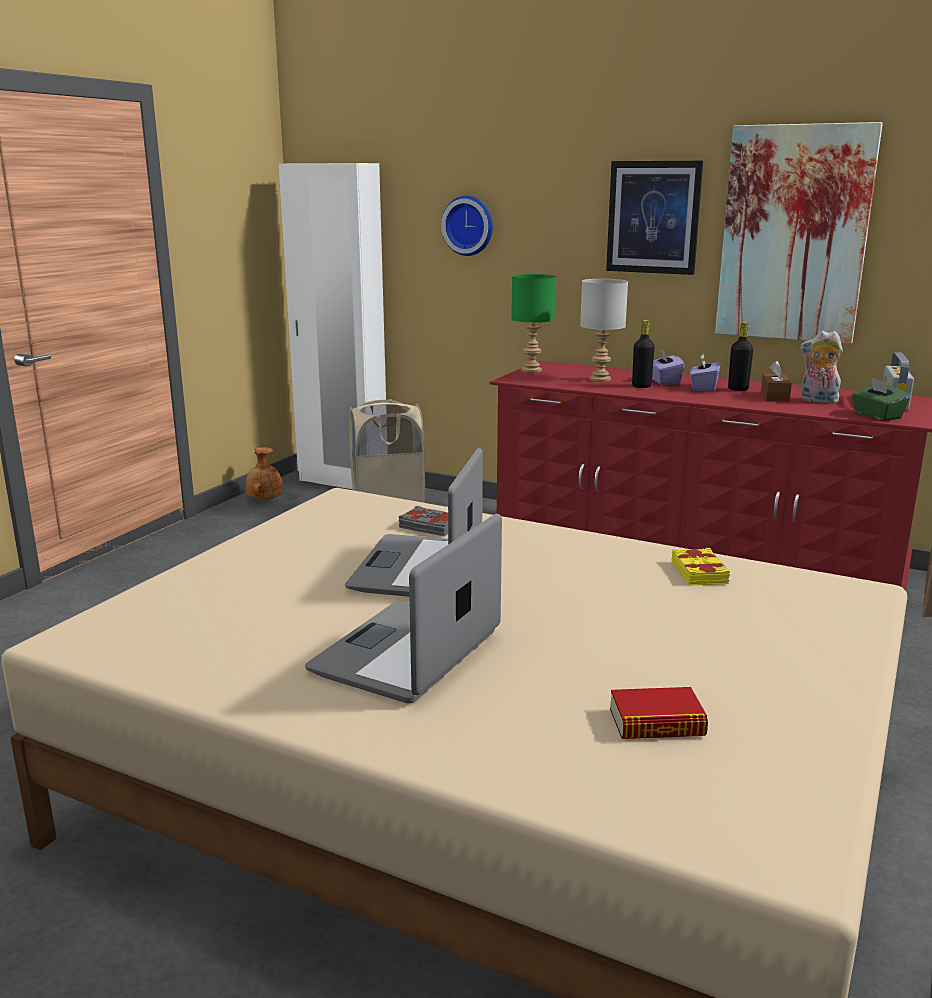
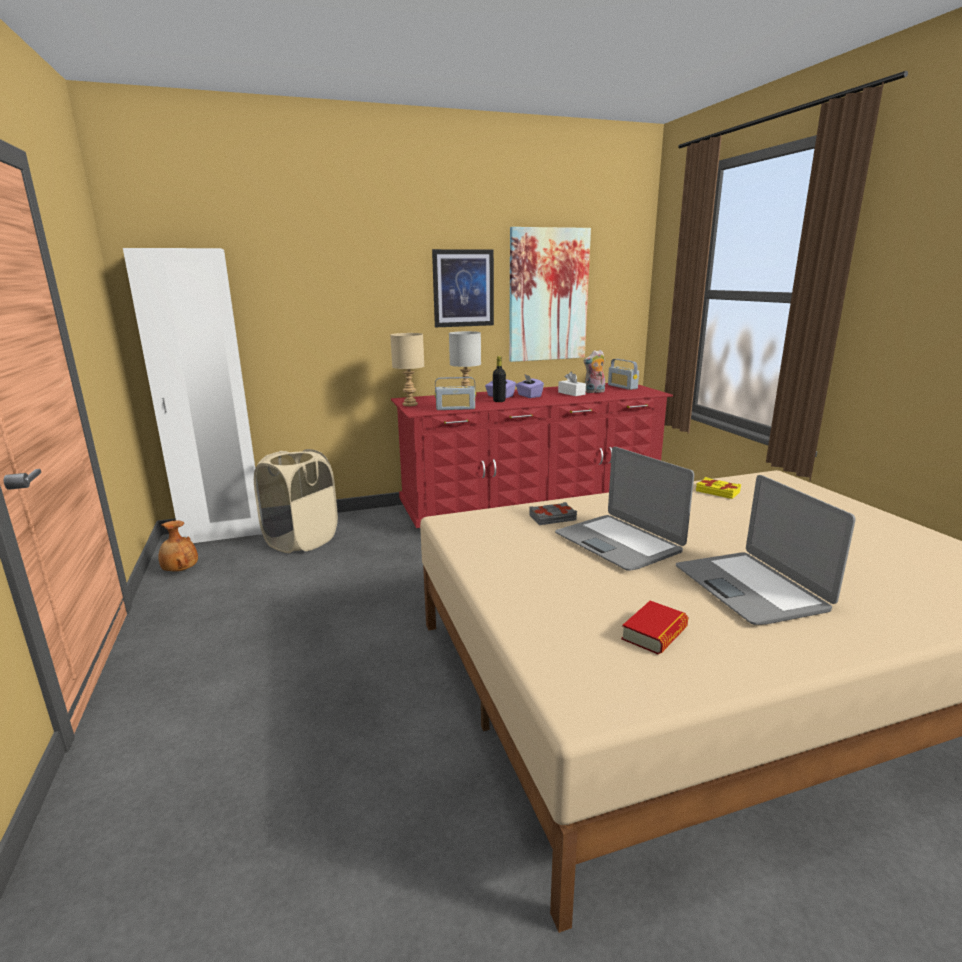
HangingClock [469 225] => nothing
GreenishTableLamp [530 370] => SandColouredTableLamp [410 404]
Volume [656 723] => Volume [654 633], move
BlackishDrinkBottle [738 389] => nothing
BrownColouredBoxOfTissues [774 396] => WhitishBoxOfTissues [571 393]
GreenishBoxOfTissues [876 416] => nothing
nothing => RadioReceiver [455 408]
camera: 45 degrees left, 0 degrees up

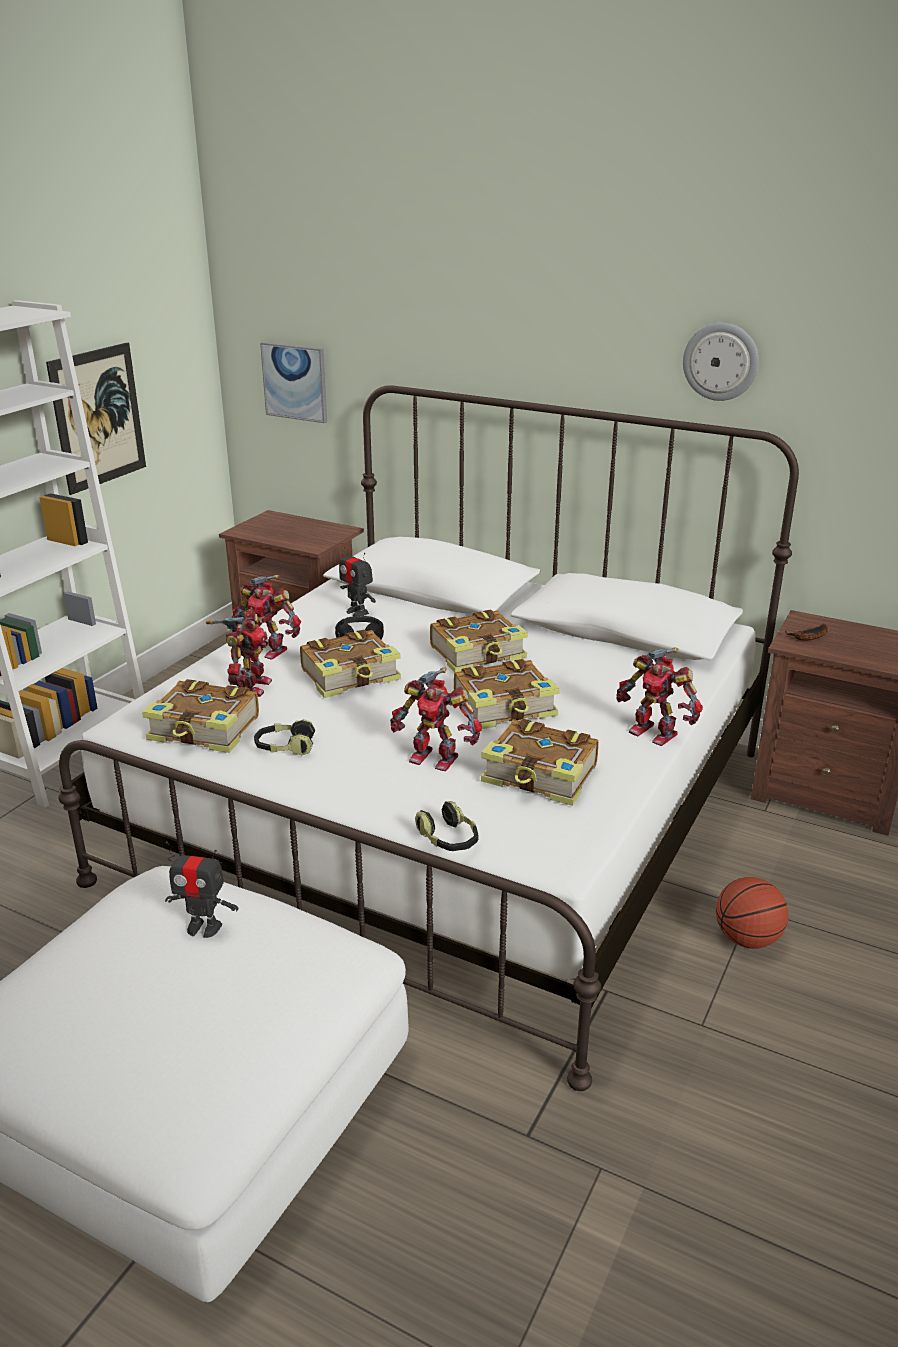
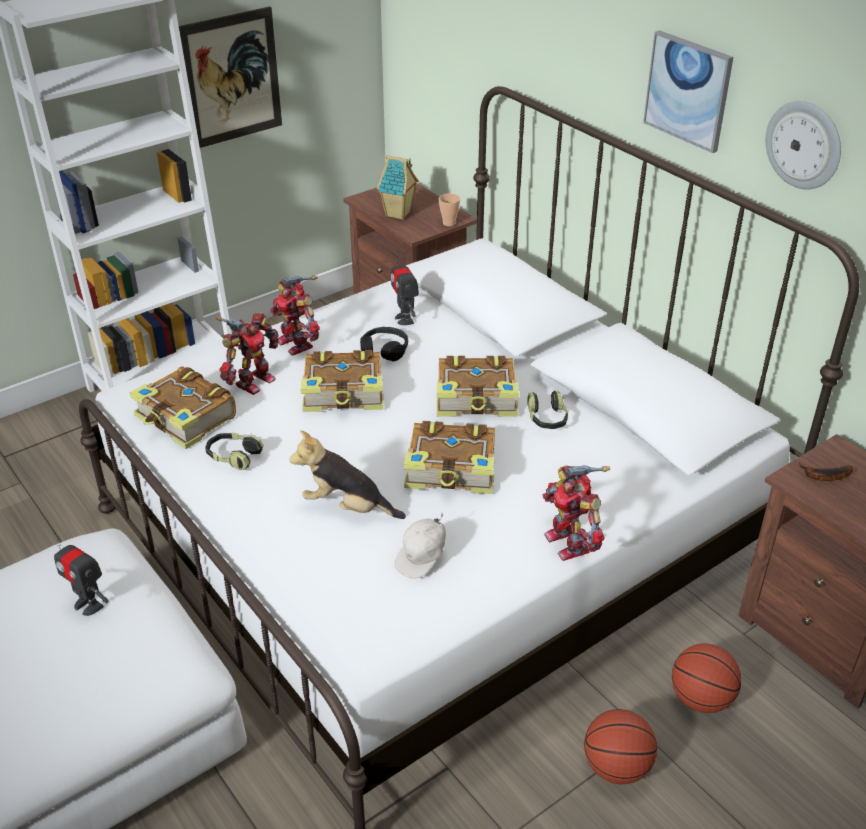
Picture [295 382] => Picture [688 90], move
ToyRobot [435 757] => CuddlyToy [347 507]
Headset [449 839] => Headset [547 419], move
Volume [541 776] => WhitishCap [422 558]
nothing => ModelHouse [399 214]
nothing => DrinkingCup [449 223]
nothing => Basketball [701 699]
camera: 25 degrees right, 10 degrees up

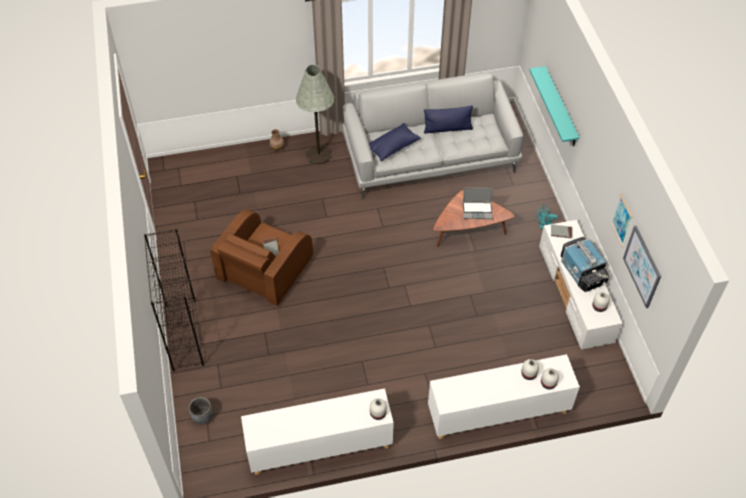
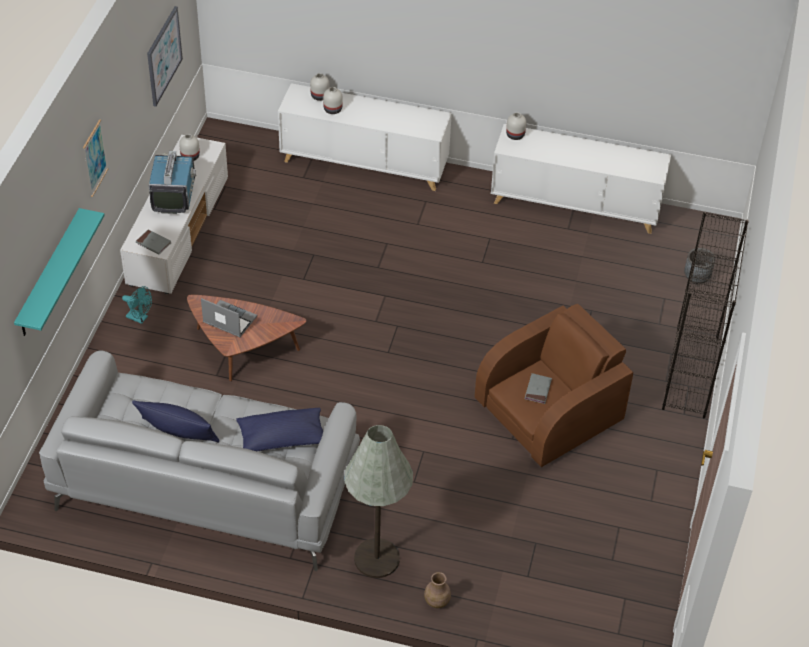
Picture [622 220] => Picture [95 158], move
camera: 155 degrees left, 5 degrees down

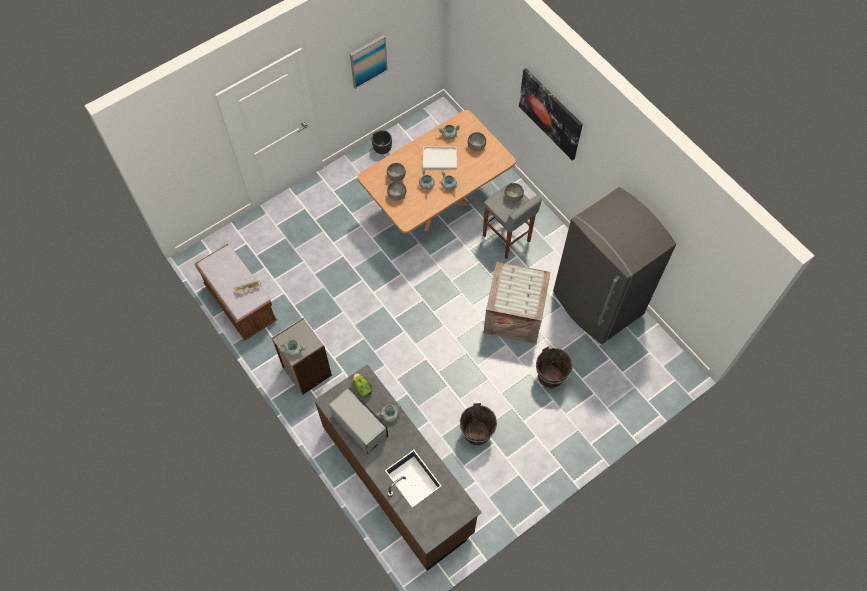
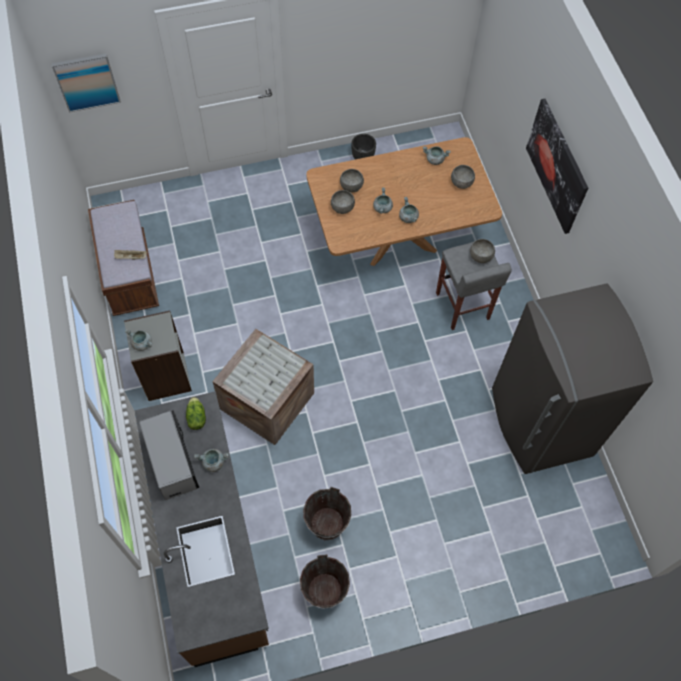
Picture [368 61] => Picture [87 82], move
WhitishTray [439 159] => nothing
Crate [513 315] => Crate [265 401], move
BrownColouredPail [550 377] => BrownColouredPail [324 590], move
camera: 20 degrees right, 0 degrees up

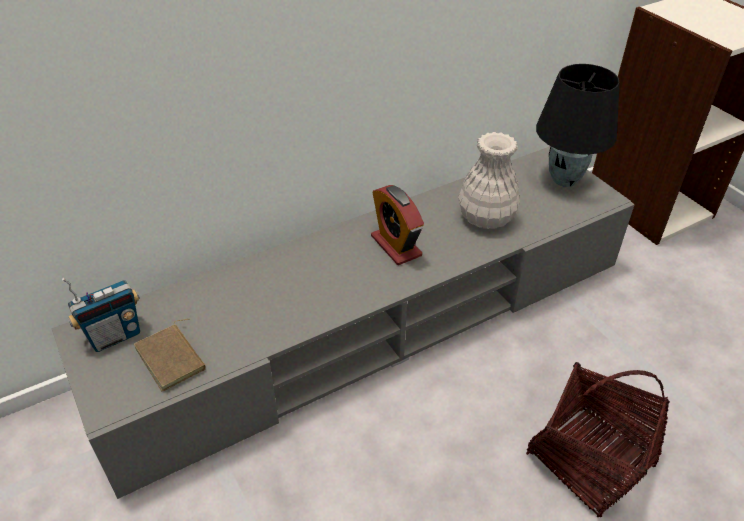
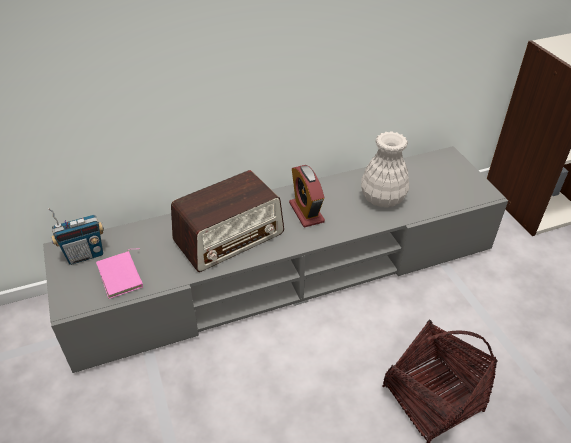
BrownColouredVolume [173 358] => PinkishVolume [122 276]
BlackishTableLamp [565 180] => nothing
nothing => RadioReceiver [229 237]
camera: 10 degrees right, 0 degrees up

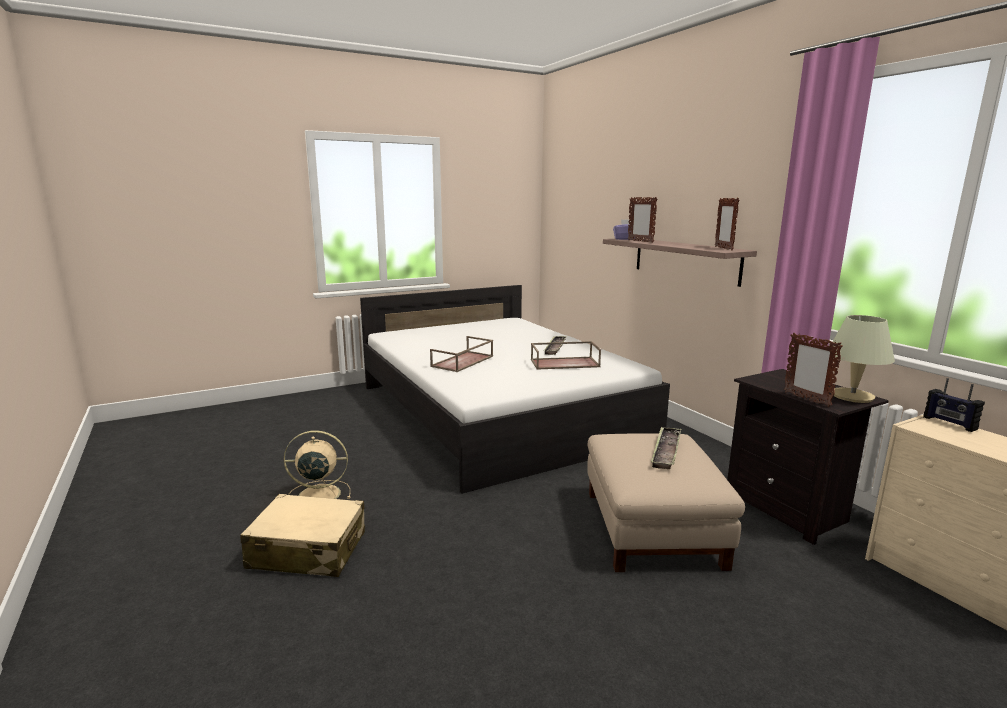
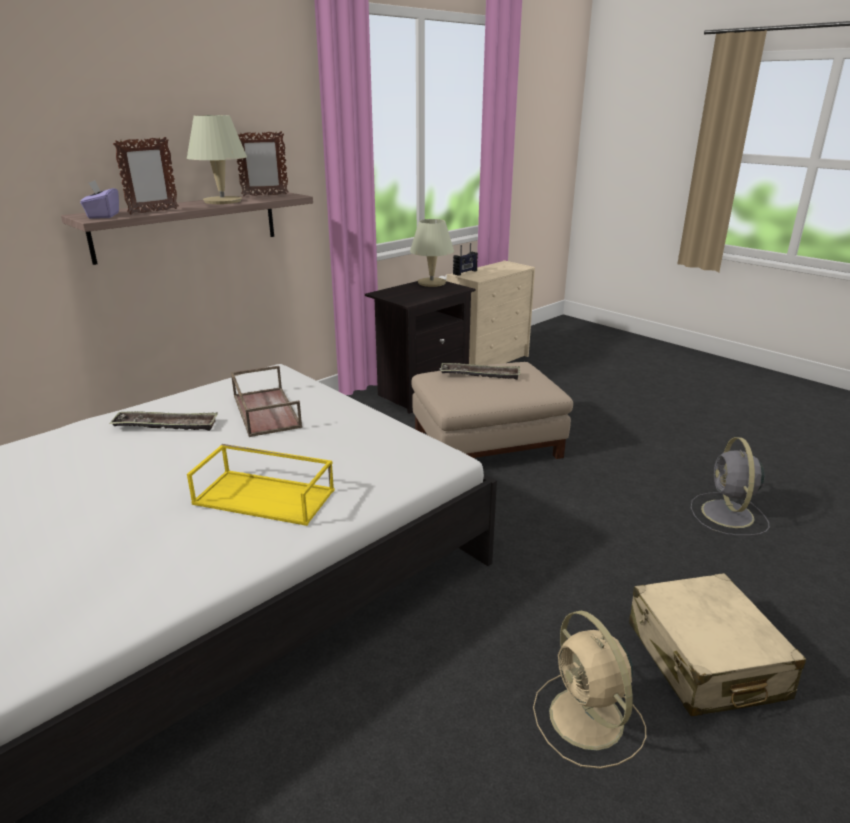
BrownColouredTray [463 361] => YellowTray [266 496]
StandingFrame [806 399] => nothing
nothing => SandColouredTableLamp [222 201]
nothing => GrayCoolingFan [728 515]
camera: 105 degrees left, 10 degrees up

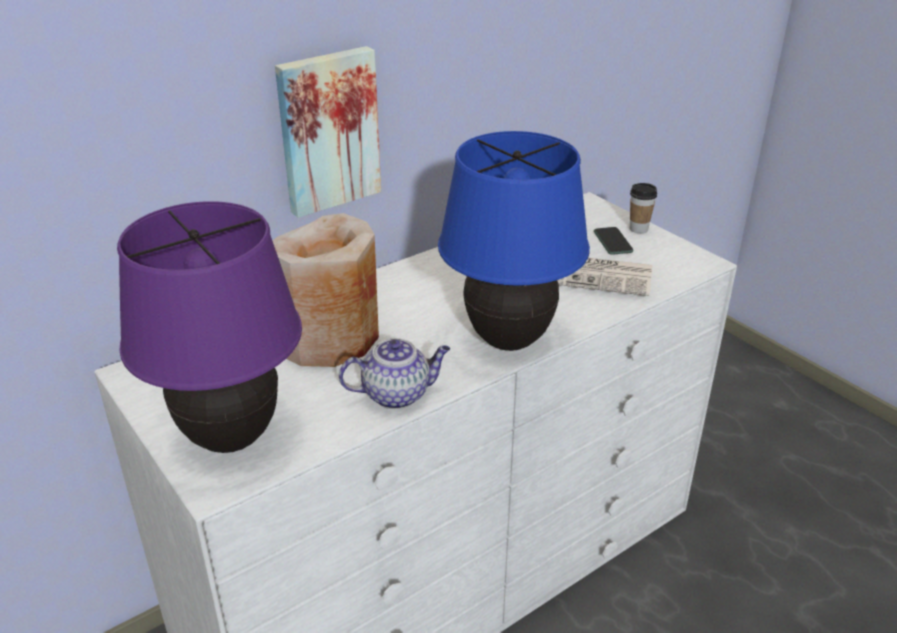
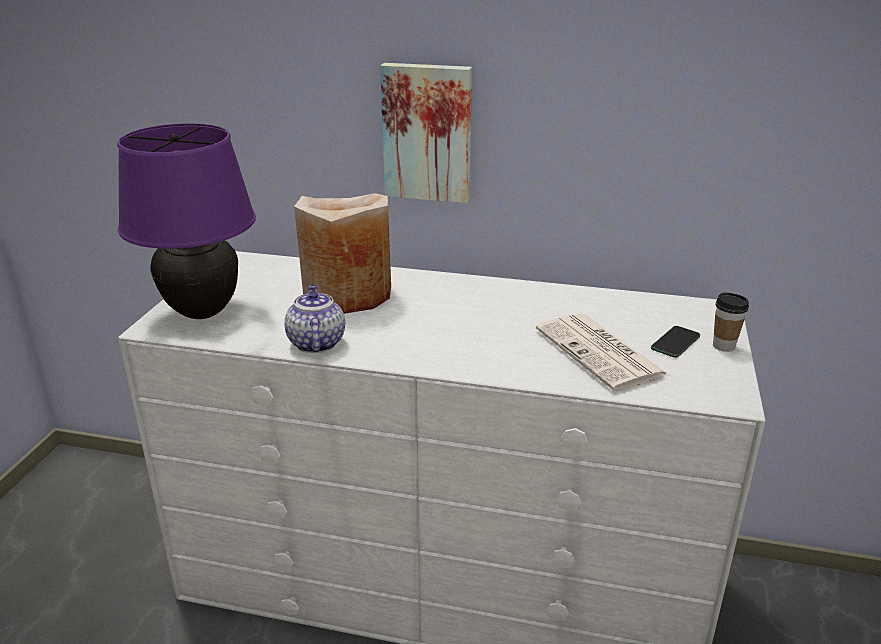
Teapot [397 394] => Teapot [315 342], 135 degrees counterclockwise
BluishTableLamp [508 341] => nothing
camera: 50 degrees right, 5 degrees down

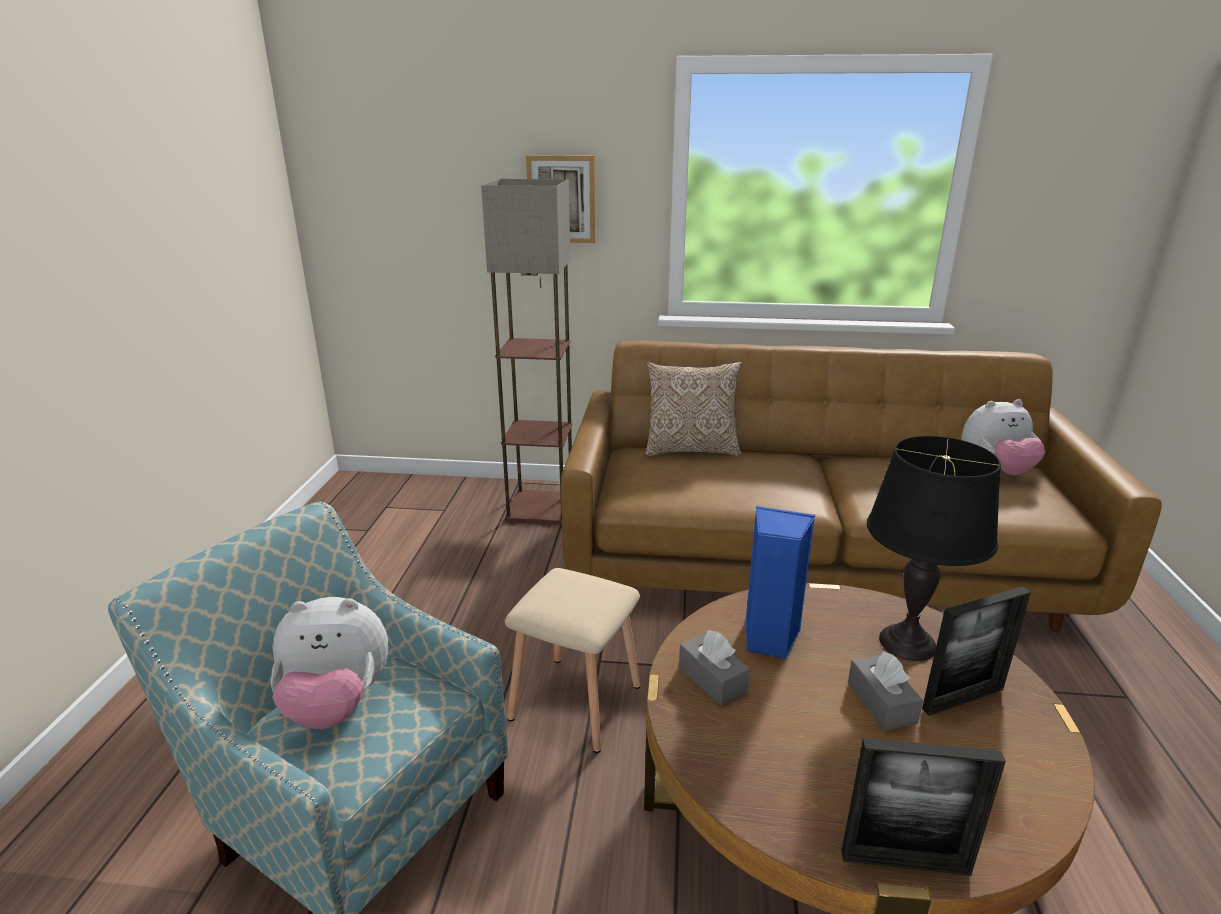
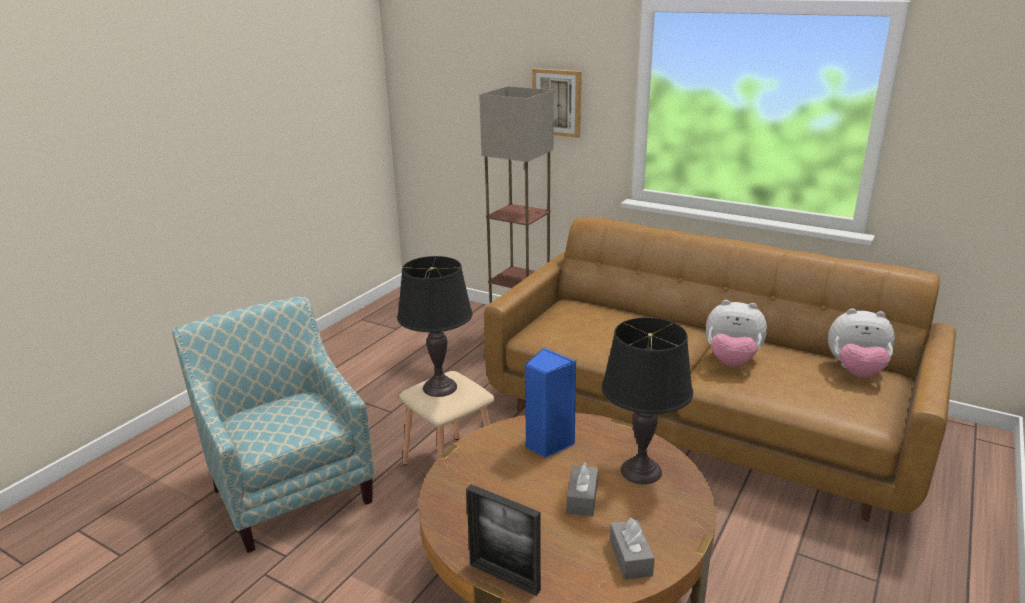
CuddlyToy [337 705] => CuddlyToy [731 361], move
Pillow [691 449] => nothing
GrayBoxOfTissues [712 679] => GrayBoxOfTissues [630 558], move
StandingFrame [963 699] => nothing
nothing => BlackishTableLamp [440 387]
camera: 25 degrees right, 0 degrees up

